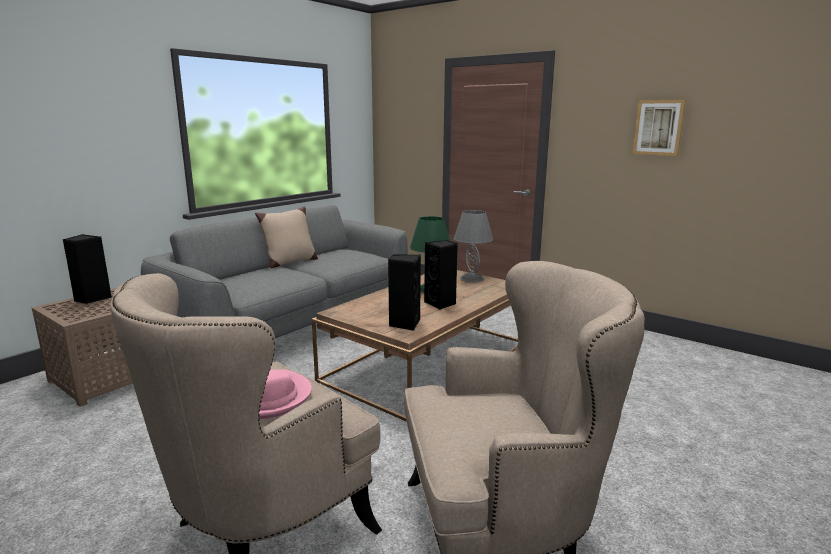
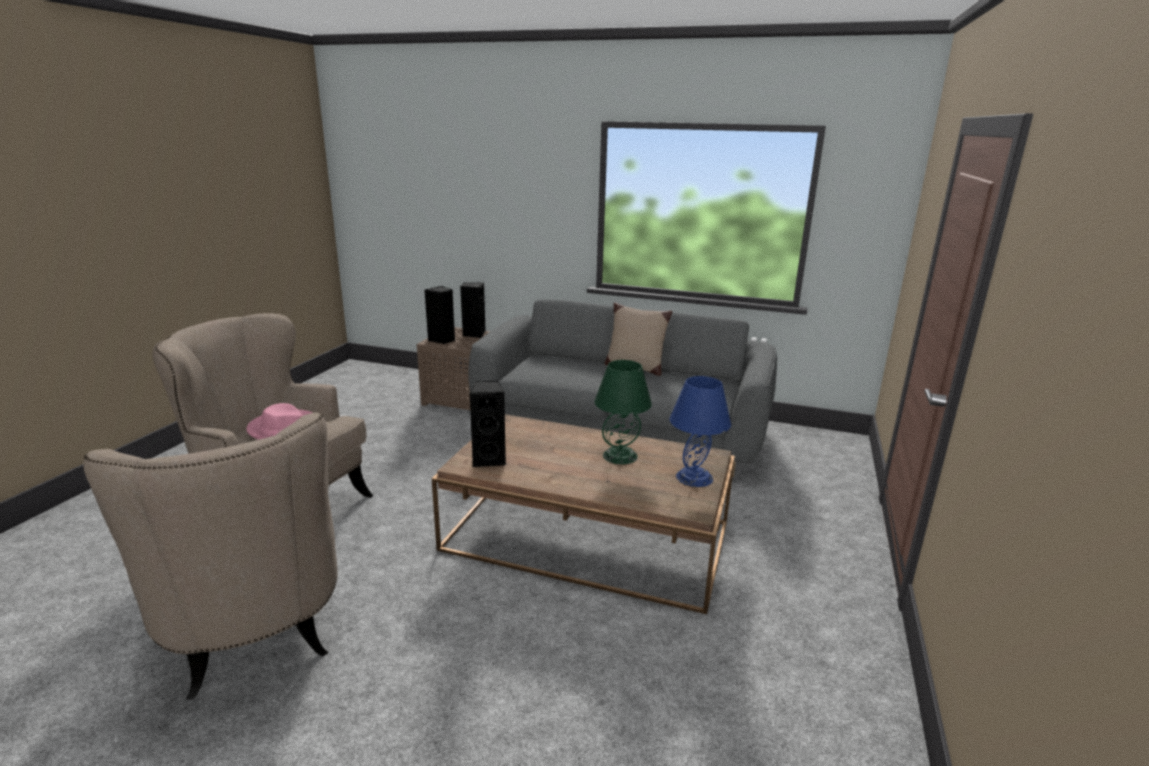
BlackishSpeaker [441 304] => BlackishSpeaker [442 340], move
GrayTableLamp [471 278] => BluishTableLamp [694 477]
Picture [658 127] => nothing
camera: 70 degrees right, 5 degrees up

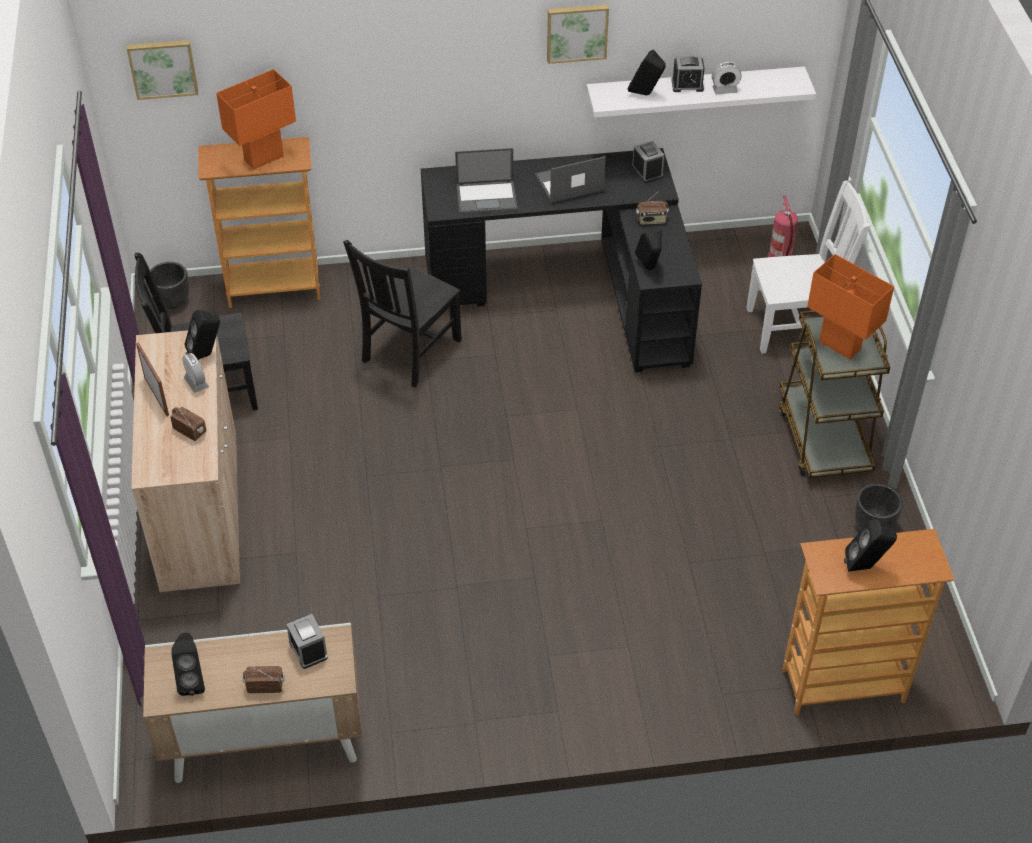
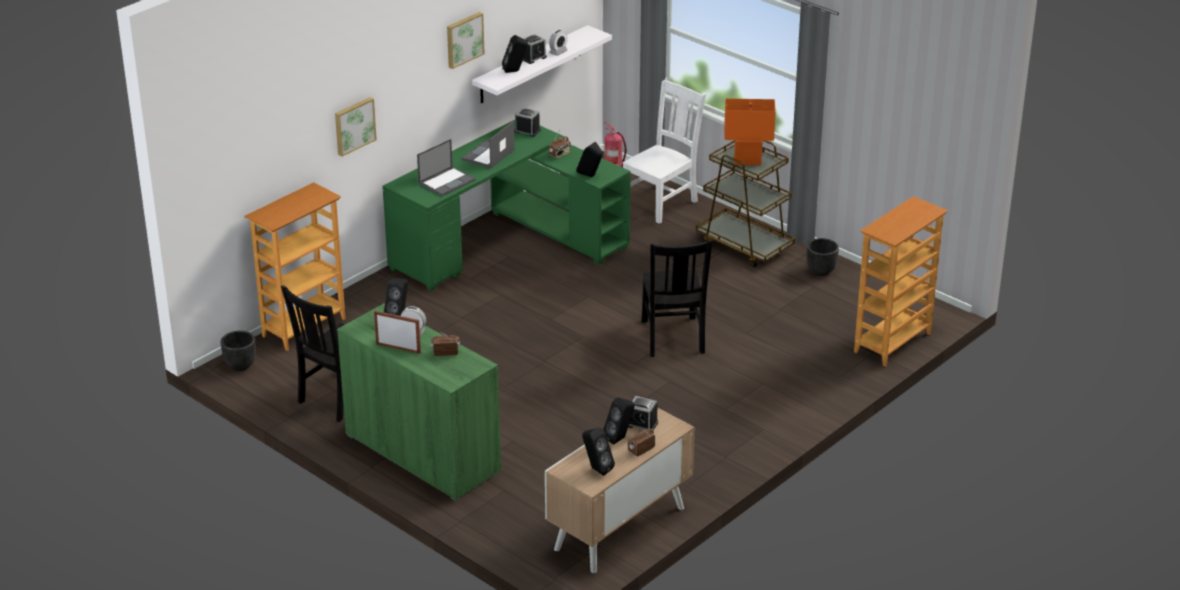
Picture [163 68] => Picture [354 125], move
SandColouredCupboard [200 512] => GreenishCupboard [422 453]
OrangeColouredTableLamp [264 158] => nothing
BlackishChair [409 352] => BlackishChair [673 338], move
BlackishDeskUnit [574 289] => GreenishDeskUnit [506 242]
BlackishSpeaker [865 566] => BlackishSpeaker [620 438], move
camera: 40 degrees left, 15 degrees down

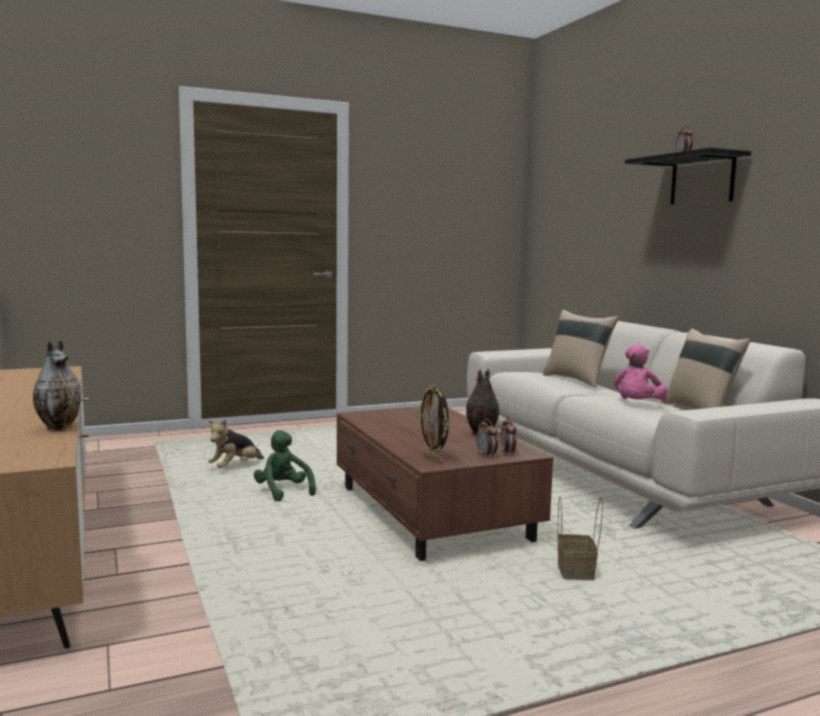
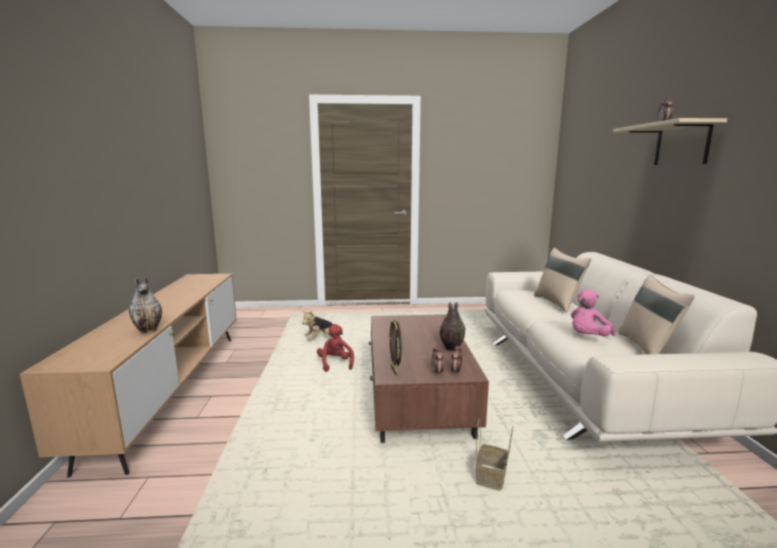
GreenishCuddlyToy [283 492] => ReddishCuddlyToy [335 363]
BlackishShelf [702 180] => SandColouredShelf [682 144]
camera: 20 degrees right, 5 degrees up

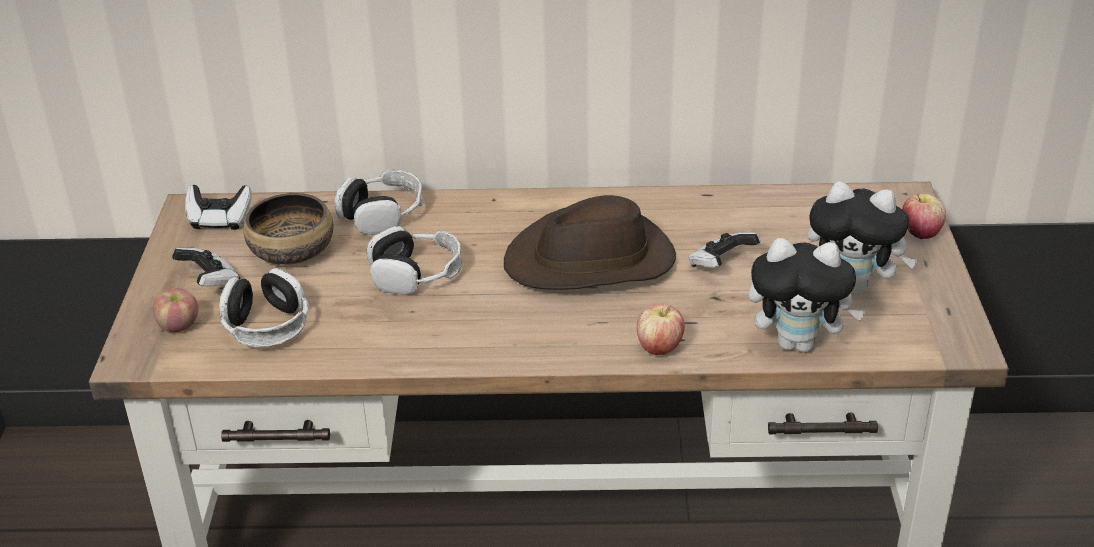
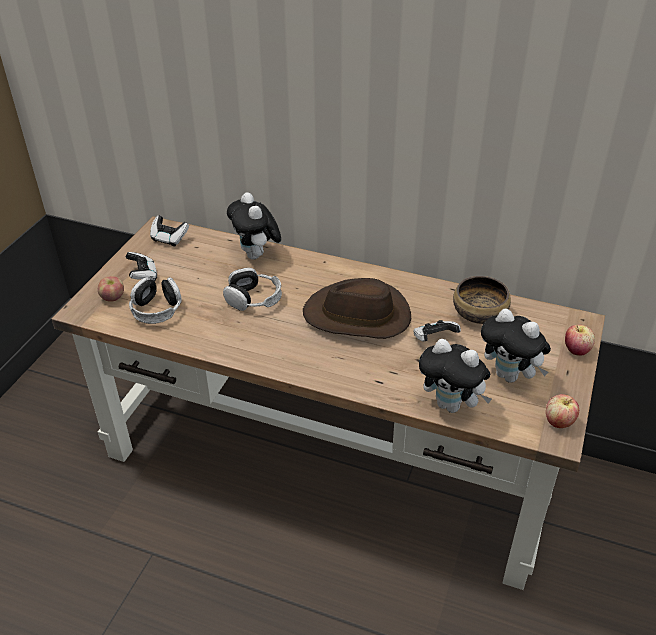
Bowl [293 251] => Bowl [480 313], move
Headset [382 214] => CuddlyToy [257 256]
AppleFruit [659 348] => AppleFruit [558 422], move
camera: 20 degrees right, 5 degrees up

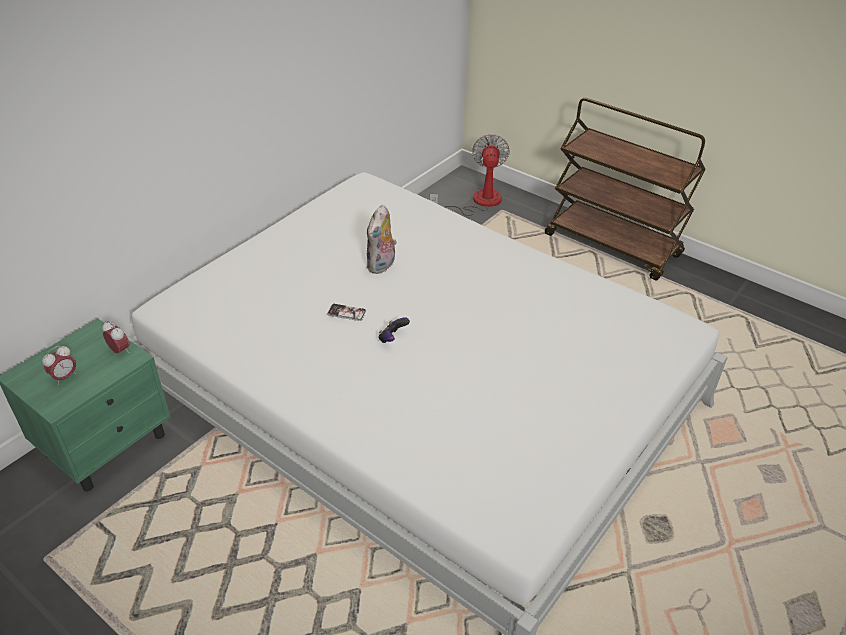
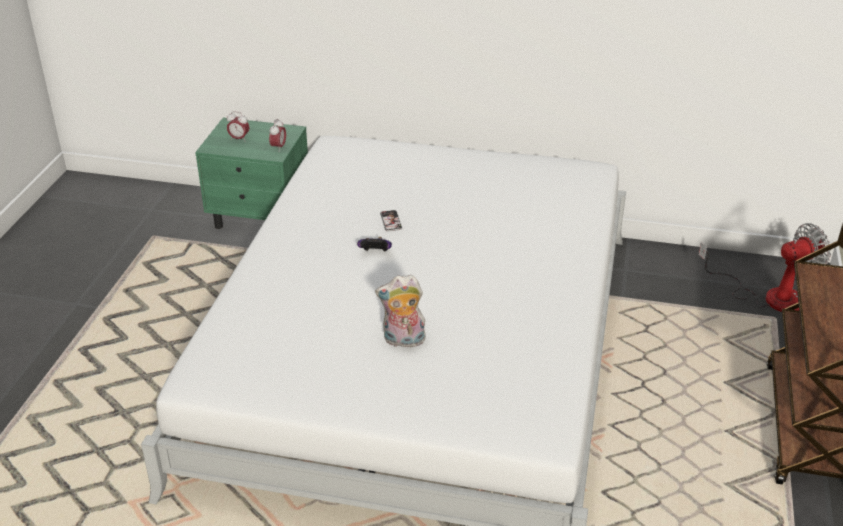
CuddlyToy [382 266] => CuddlyToy [403 341], move
camera: 65 degrees right, 5 degrees down

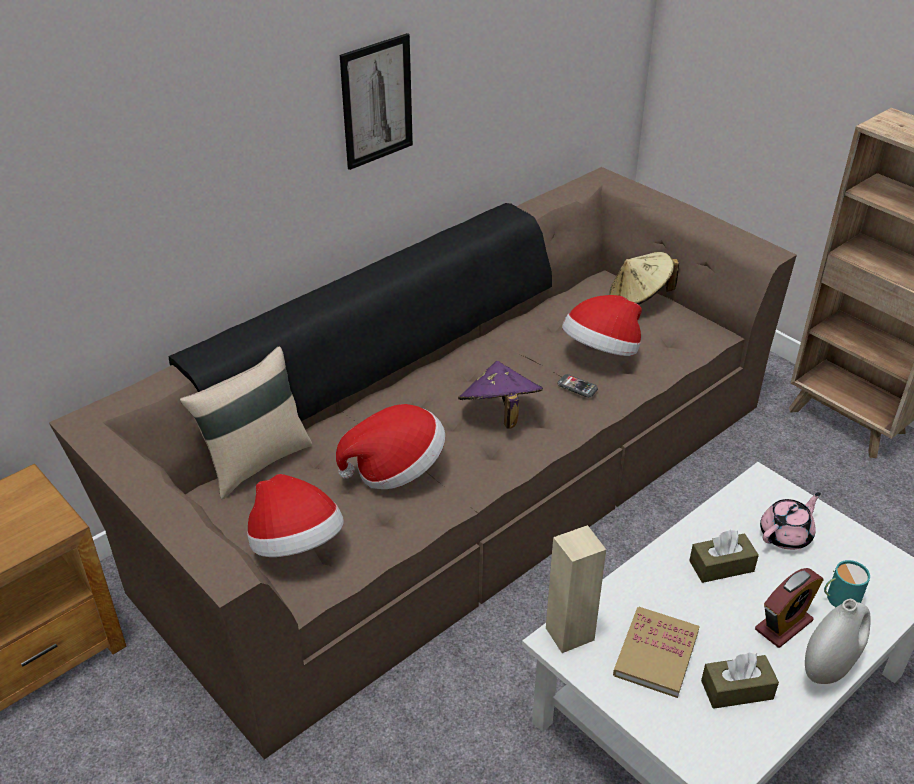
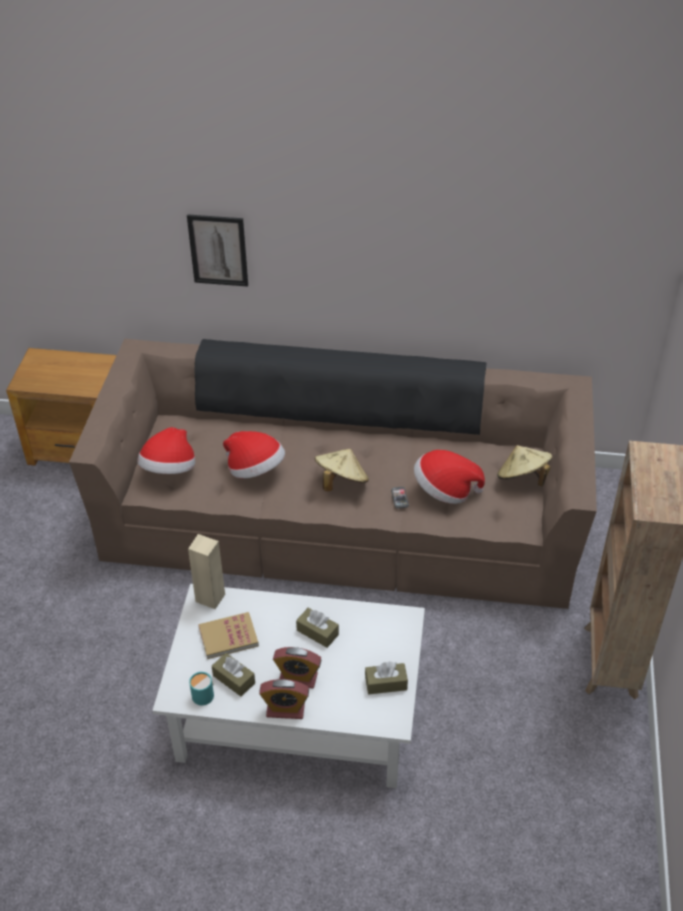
SandColouredPillow [255 461] => nothing
Picture [377 101] => Picture [218 250], move
PurpleColouredHat [499 414] => SandColouredHat [341 482]
PinkishTeapot [786 535] => nothing
WhitishDecorativeVase [829 667] => TableClock [285 710]
TurquoiseTeaMug [839 598] => TurquoiseTeaMug [201 694], move
nothing => BrownColouredBoxOfTissues [386 683]
camera: 50 degrees right, 5 degrees up

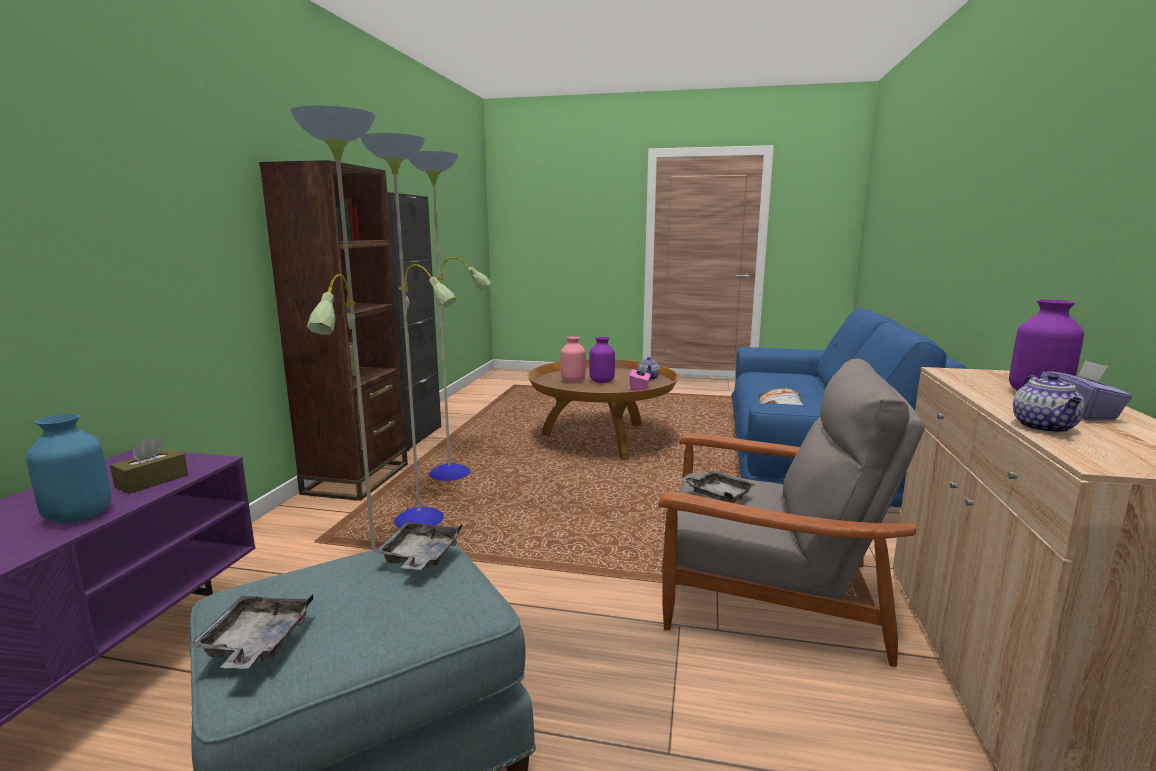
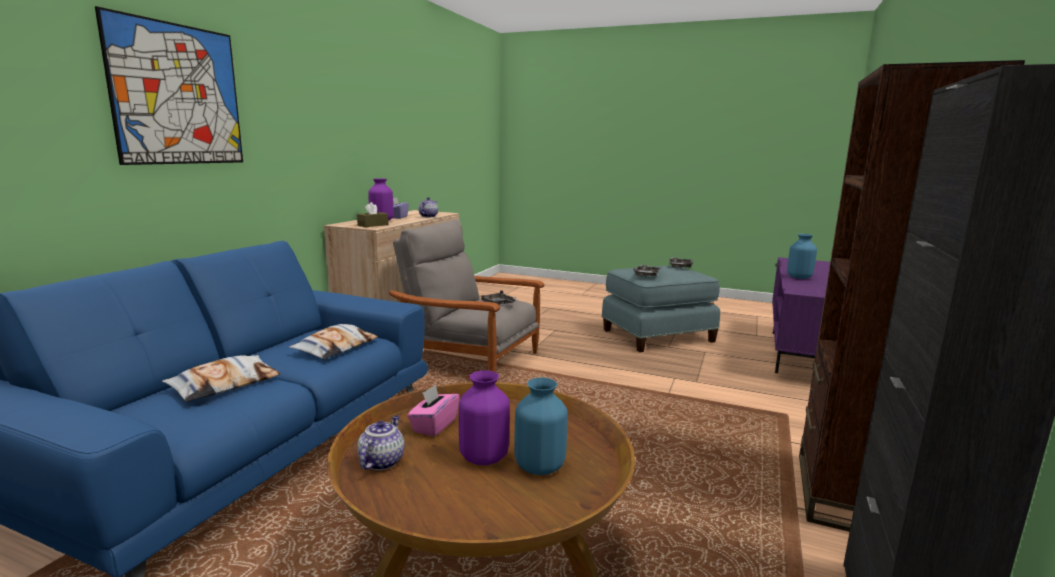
BrownColouredBoxOfTissues [152 481] => BrownColouredBoxOfTissues [373 225], move
FloorLamp [423 520] => nothing
PinkishDecorativeVase [573 380] => BluishDecorativeVase [540 467]
nothing => Picture [178 95]
nothing => Pillow [225 384]
camera: 170 degrees left, 0 degrees up

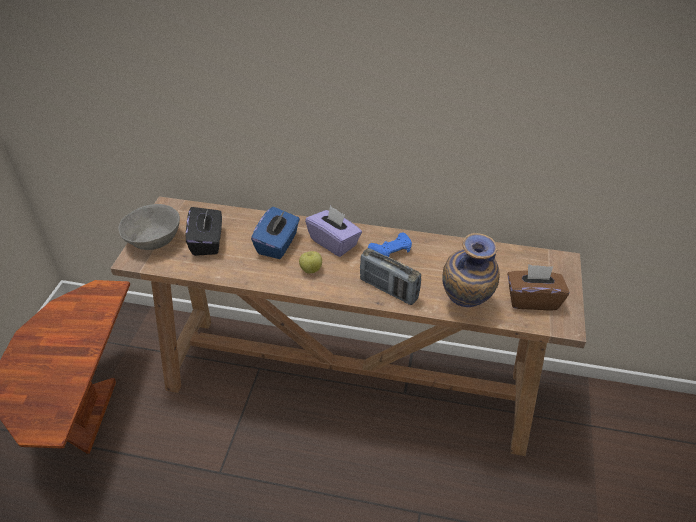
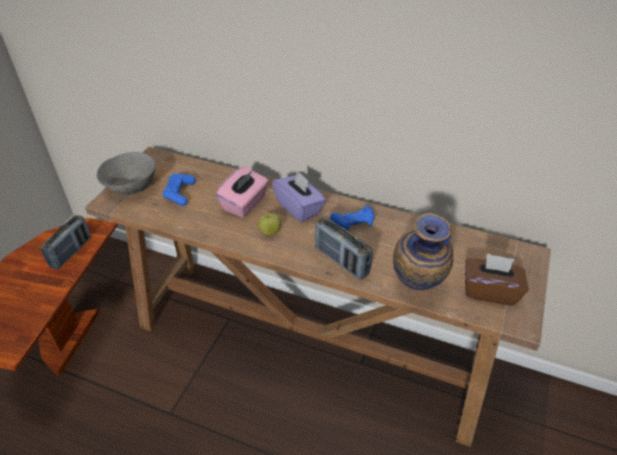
BlackishBoxOfTissues [207 242] => BluishGamepad [179 193]
BluishBoxOfTissues [278 244] => PinkishBoxOfTissues [244 203]
nothing => RadioReceiver [71 252]
camera: 10 degrees right, 0 degrees up

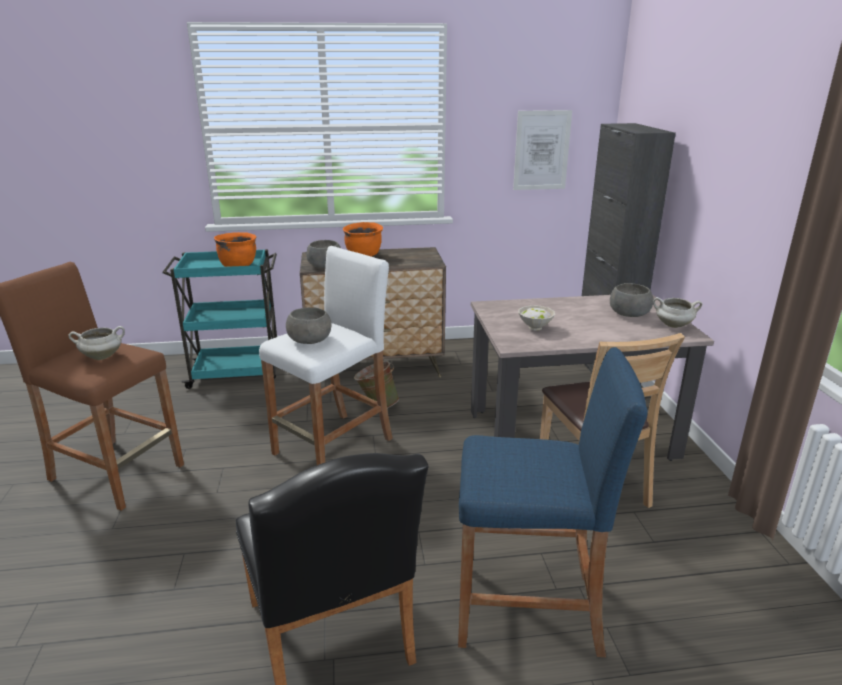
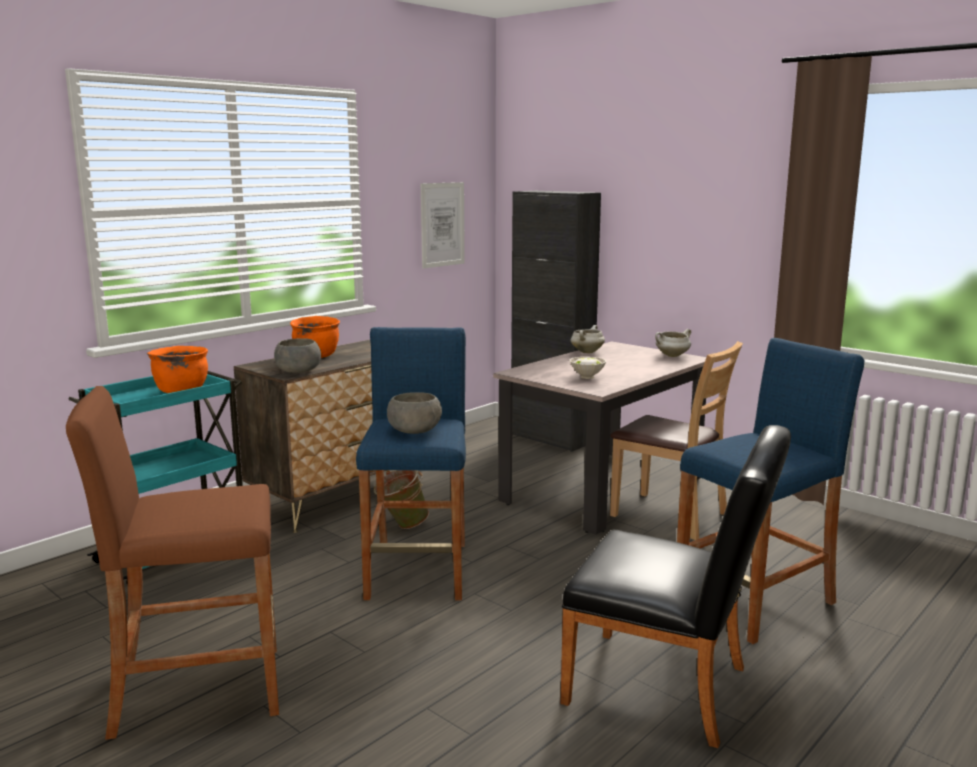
WhitishStockpot [103 356] => WhitishStockpot [587 352], move
WhitishStool [333 447] => BluishStool [418 570]
GrayBowl [628 313] => nothing
camera: 40 degrees left, 10 degrees down

